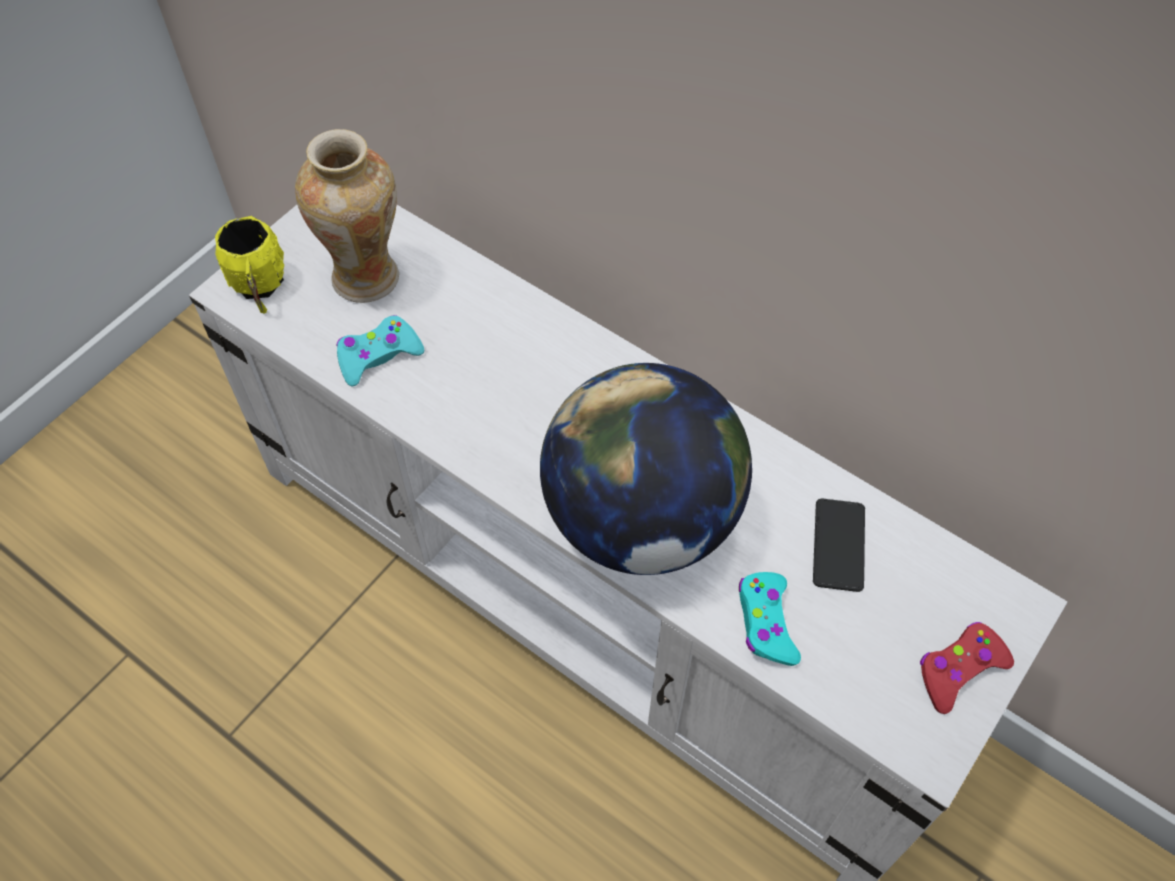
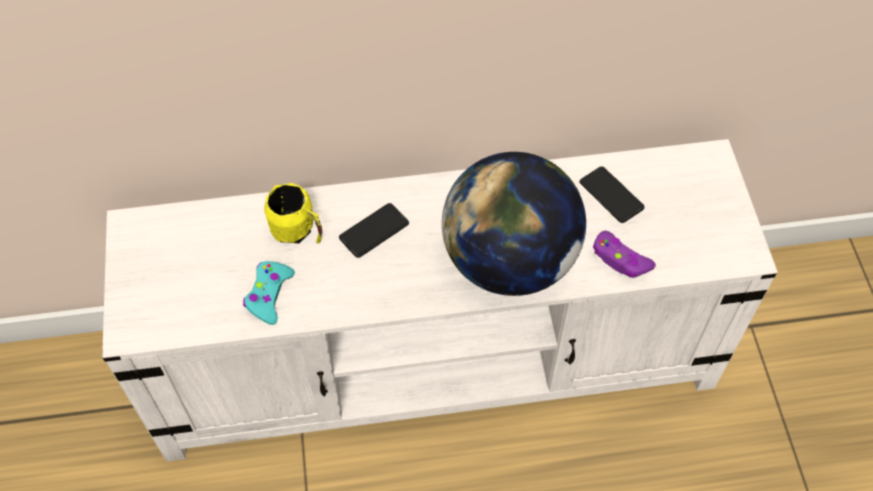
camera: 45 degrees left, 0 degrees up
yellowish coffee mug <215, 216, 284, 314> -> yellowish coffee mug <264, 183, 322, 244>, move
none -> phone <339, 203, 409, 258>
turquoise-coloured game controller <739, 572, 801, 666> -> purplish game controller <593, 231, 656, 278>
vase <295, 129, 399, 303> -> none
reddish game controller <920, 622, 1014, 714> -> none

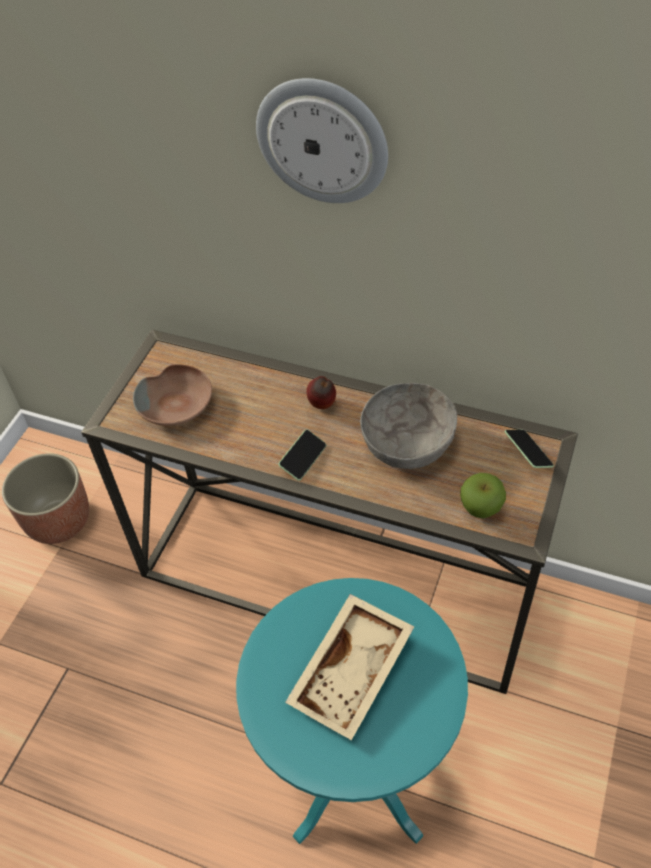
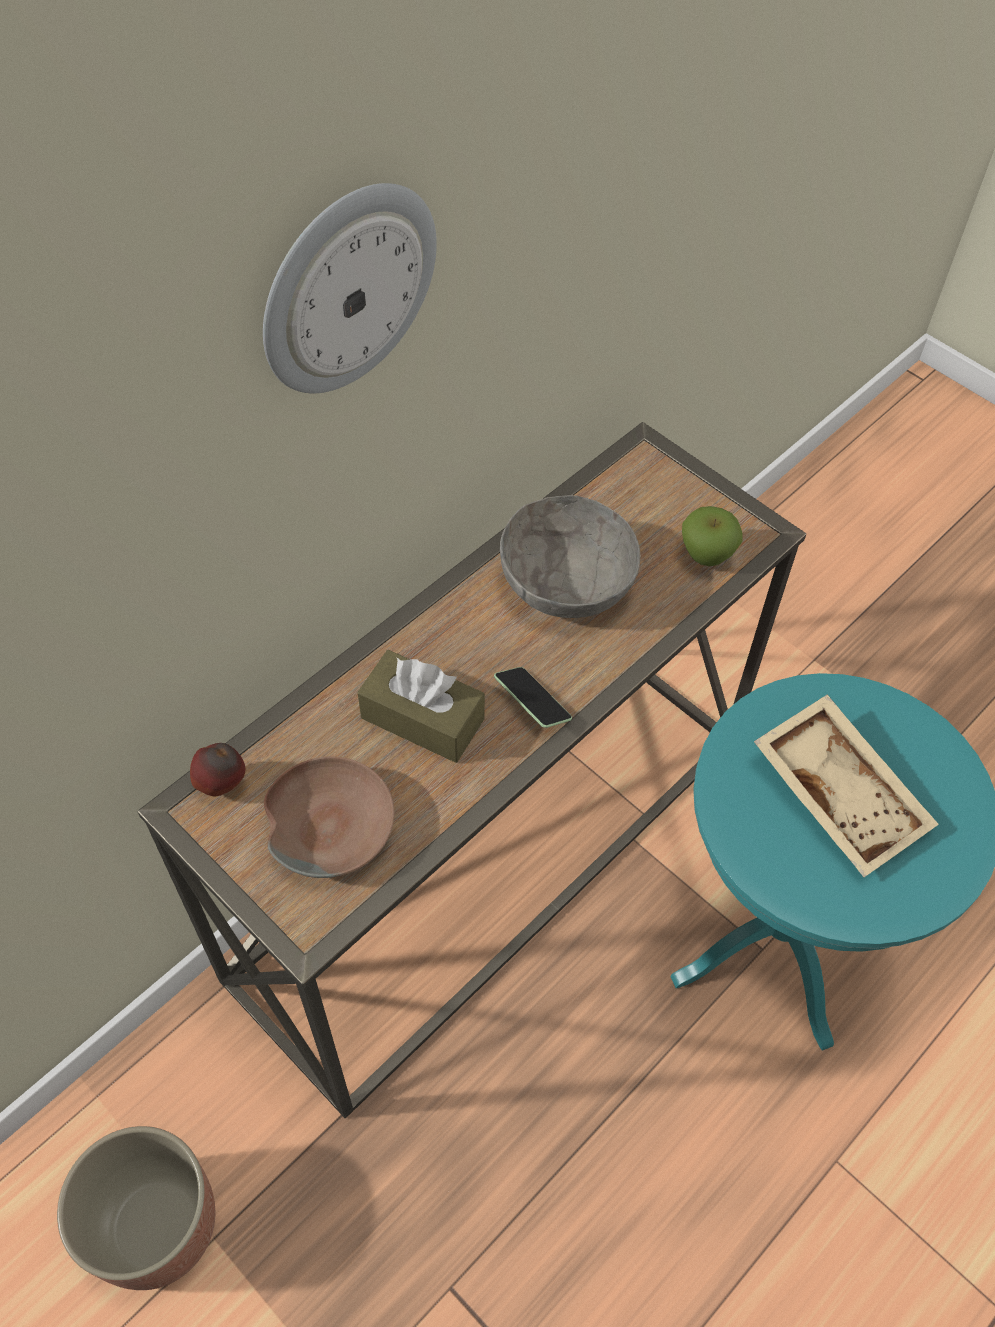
camera: 70 degrees left, 5 degrees up
apple <306, 376, 336, 409> -> apple <190, 743, 245, 796>, move
none -> brown-coloured tissue box <357, 650, 485, 763>
phone <504, 430, 554, 468> -> none

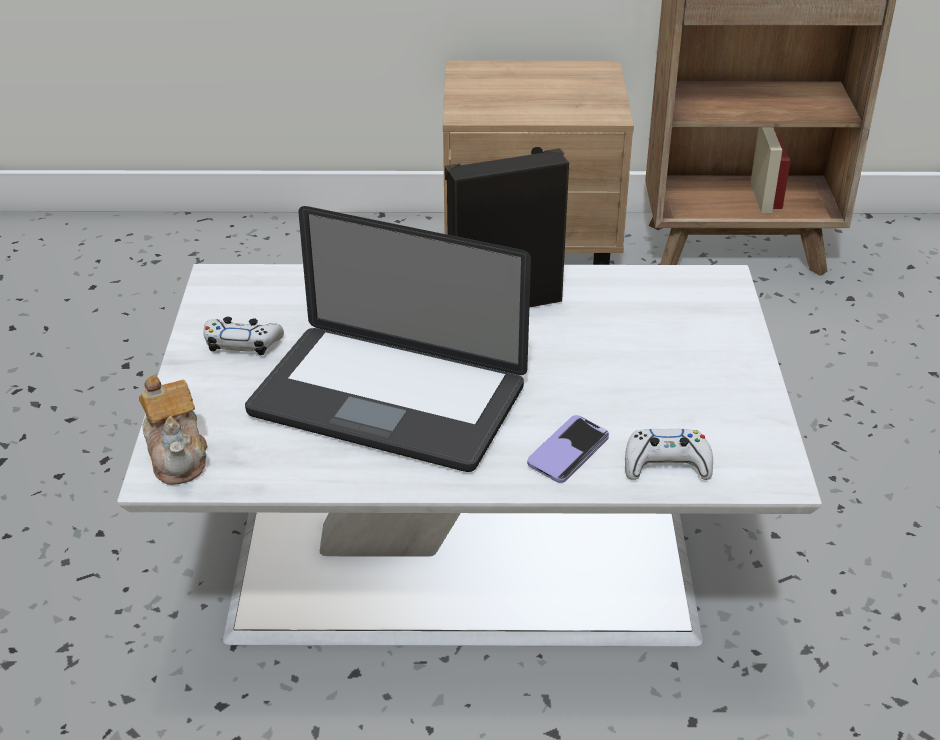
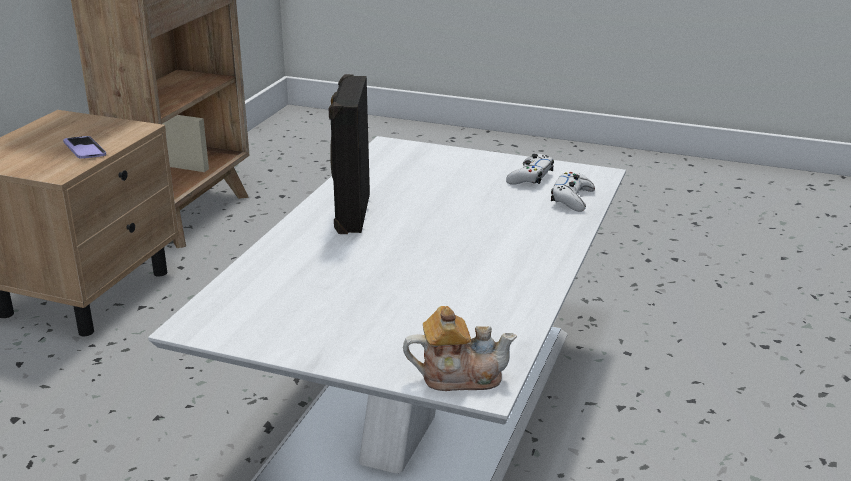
camera: 70 degrees left, 10 degrees down
phone <527, 415, 609, 483> -> phone <63, 136, 106, 159>, move
white game controller <204, 317, 284, 355> -> white game controller <506, 154, 554, 185>, move
notebook computer <245, 206, 531, 472> -> none

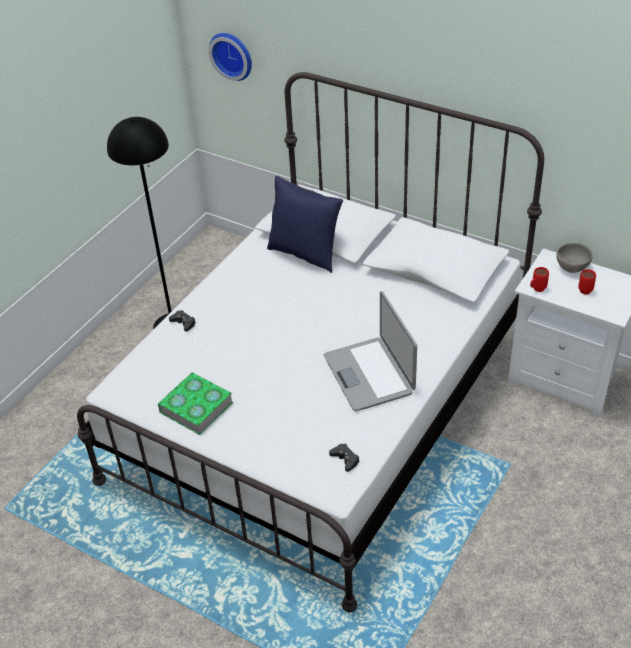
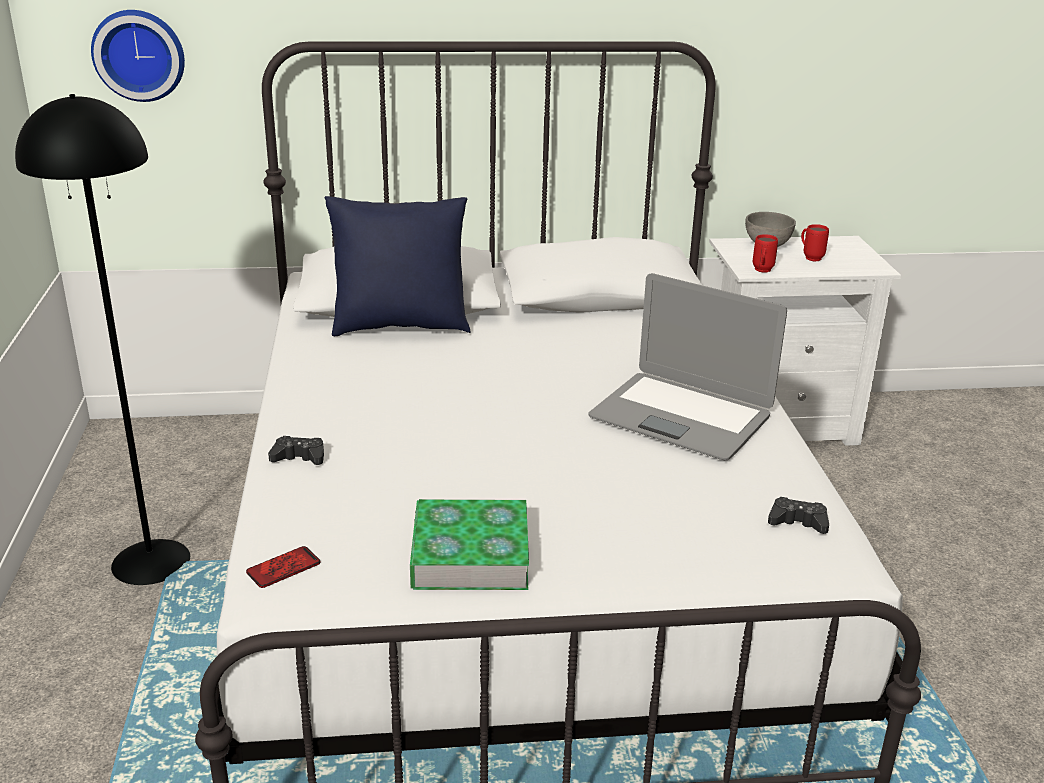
camera: 40 degrees left, 15 degrees down
none -> phone <246, 546, 320, 588>

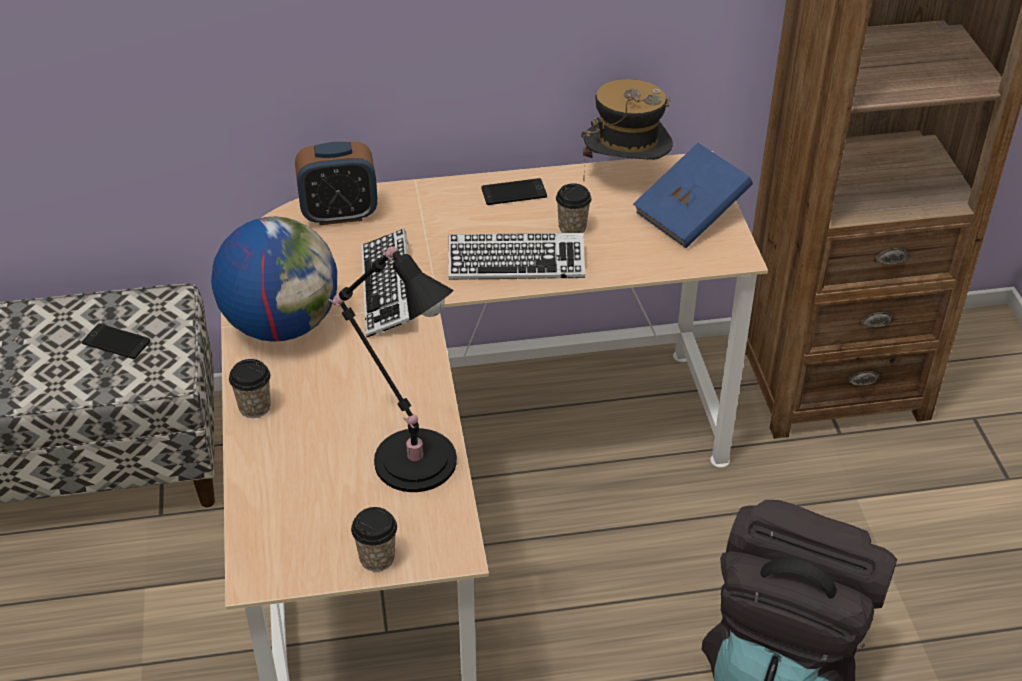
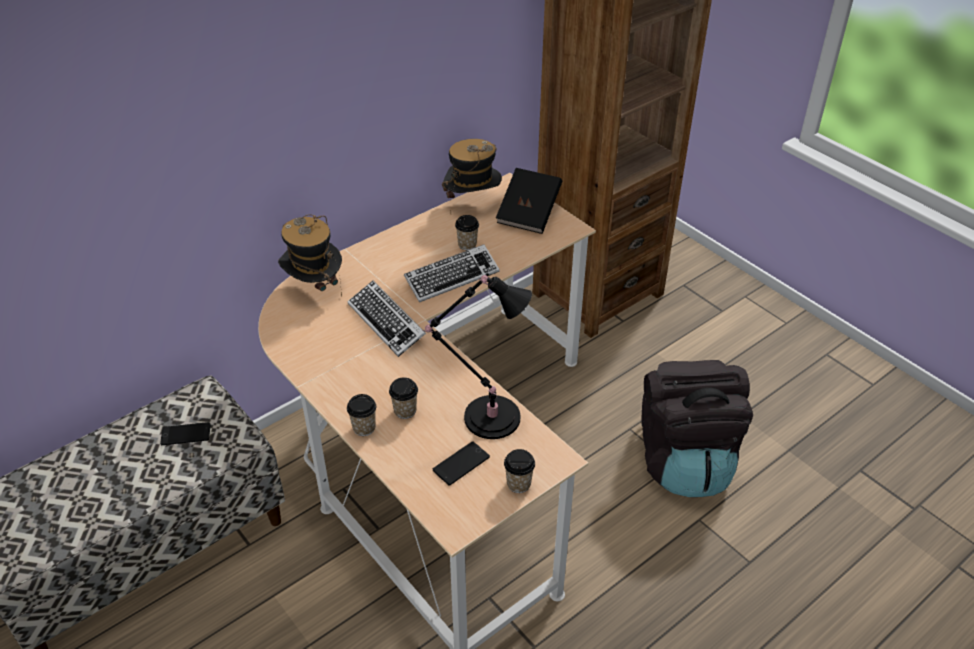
camera: 30 degrees left, 0 degrees up
bedside clock <295, 141, 378, 225> -> hat <278, 214, 342, 297>
none -> cup <389, 377, 418, 419>
phone <481, 178, 547, 205> -> phone <433, 441, 490, 486>, move
blue bound book <633, 143, 753, 248> -> blackish bound book <496, 168, 562, 234>
globe <211, 217, 337, 342> -> none

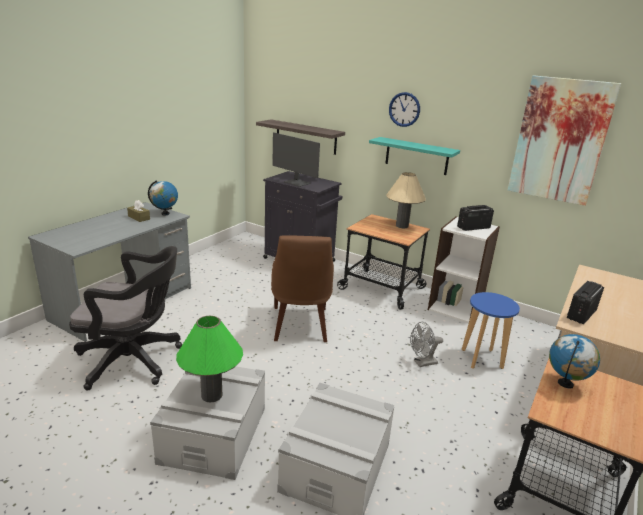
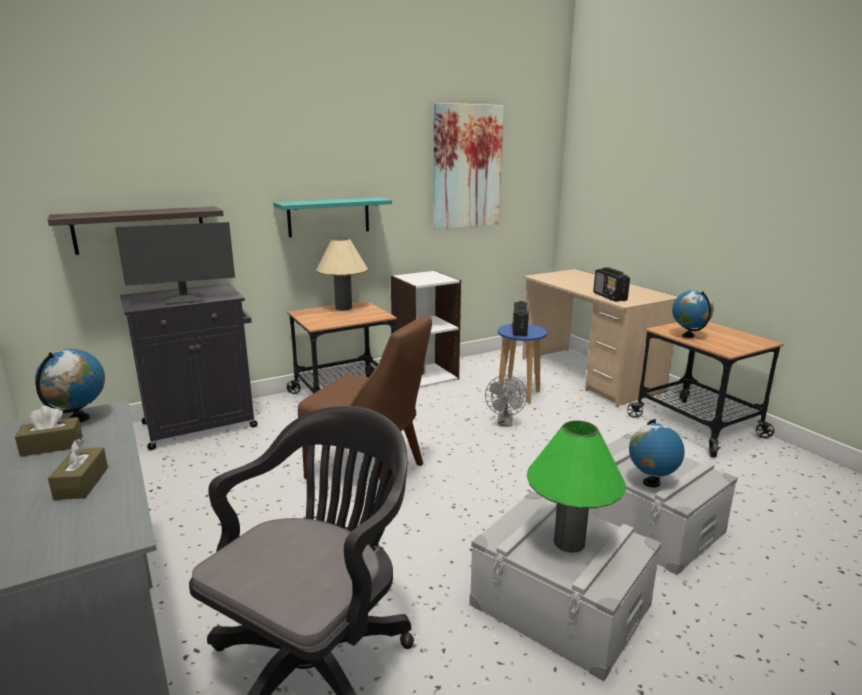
camera: 60 degrees left, 5 degrees down
none -> brown-coloured tissue box <48, 439, 108, 500>
radio <457, 205, 494, 231> -> radio <512, 301, 529, 336>, move
none -> globe <629, 419, 685, 487>
clock on the wall <389, 92, 420, 127> -> none

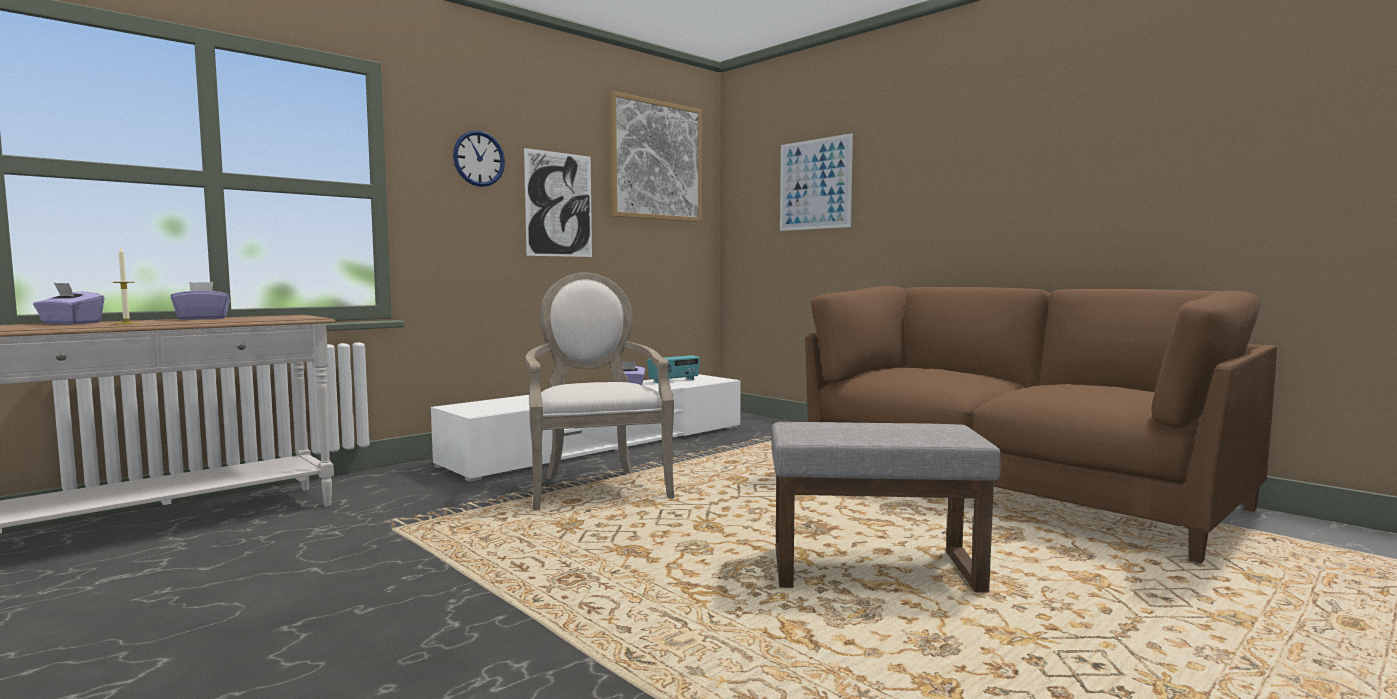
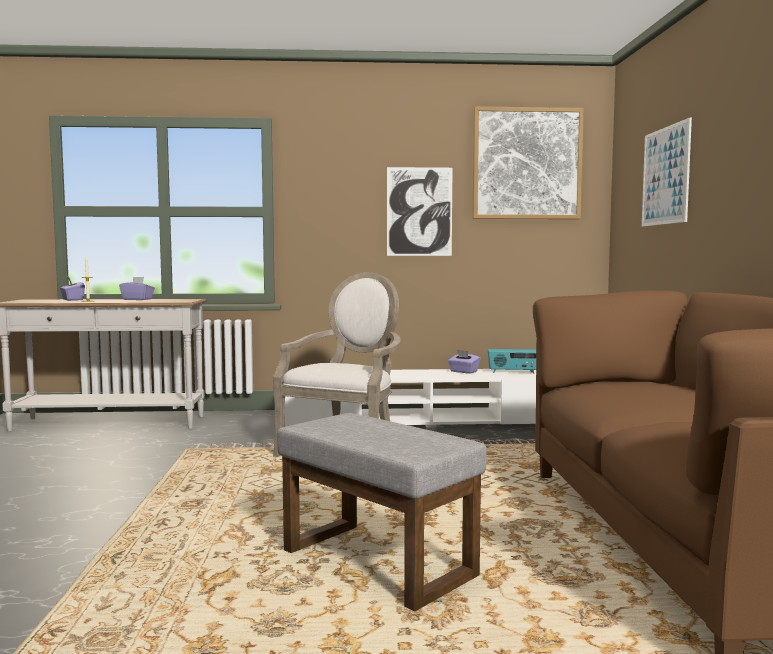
camera: 40 degrees right, 0 degrees up
clock on the wall <453, 130, 505, 187> -> none

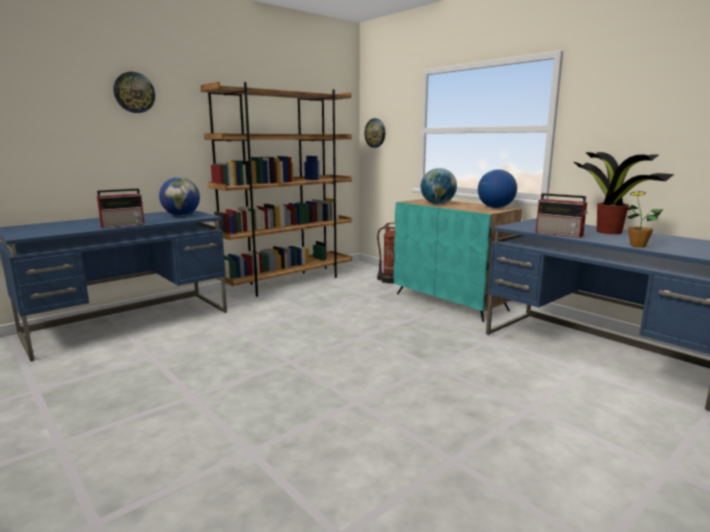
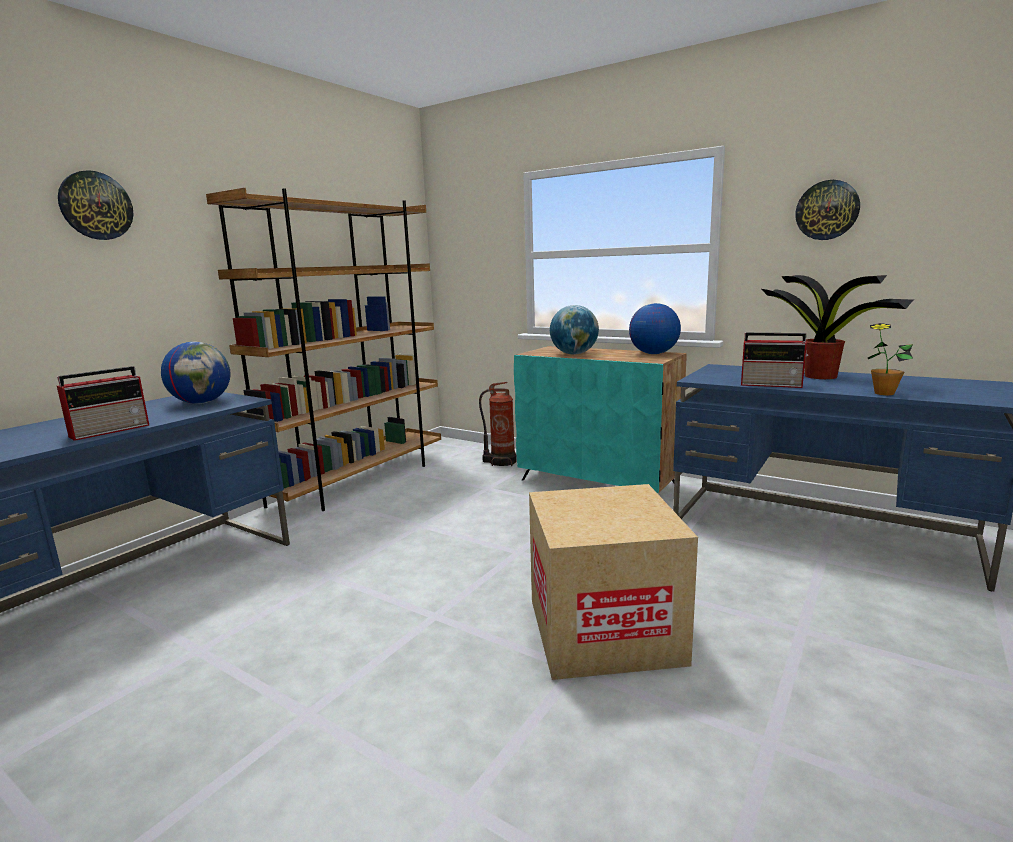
camera: 15 degrees left, 0 degrees up
none -> packing box <529, 484, 698, 680>
clock on the wall <364, 118, 385, 148> -> clock on the wall <795, 180, 860, 240>, move

